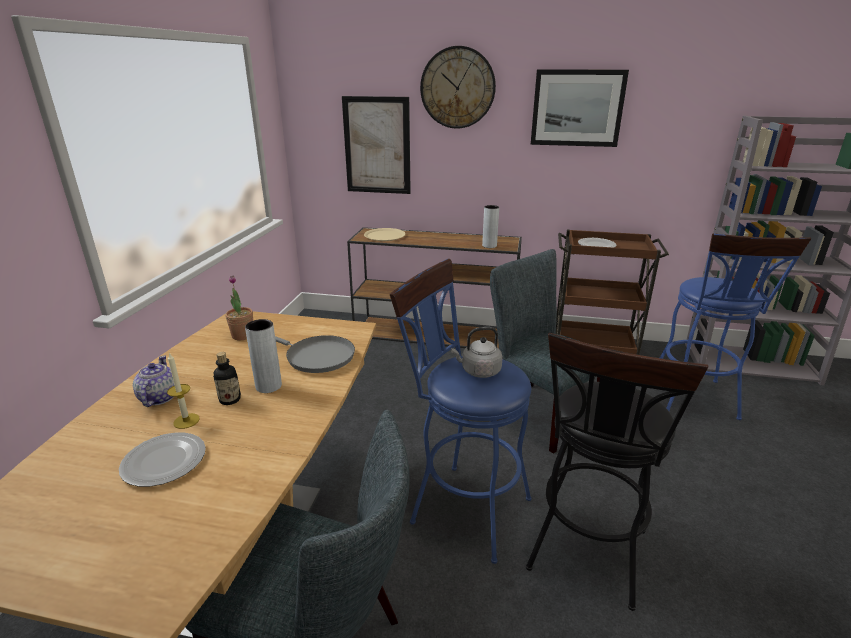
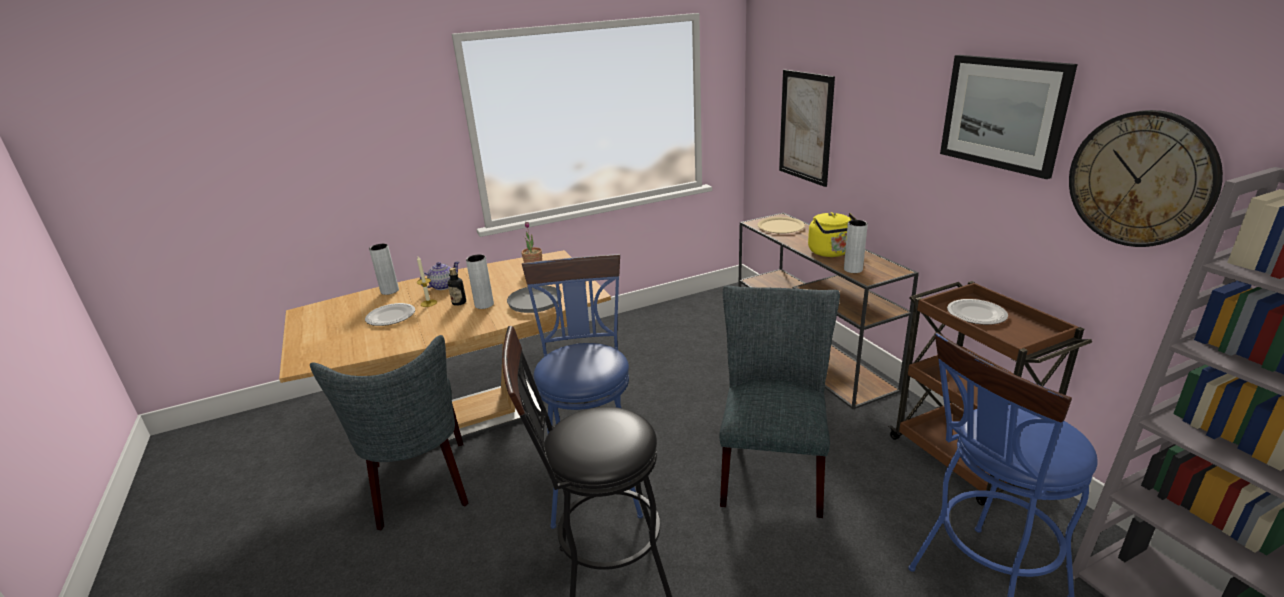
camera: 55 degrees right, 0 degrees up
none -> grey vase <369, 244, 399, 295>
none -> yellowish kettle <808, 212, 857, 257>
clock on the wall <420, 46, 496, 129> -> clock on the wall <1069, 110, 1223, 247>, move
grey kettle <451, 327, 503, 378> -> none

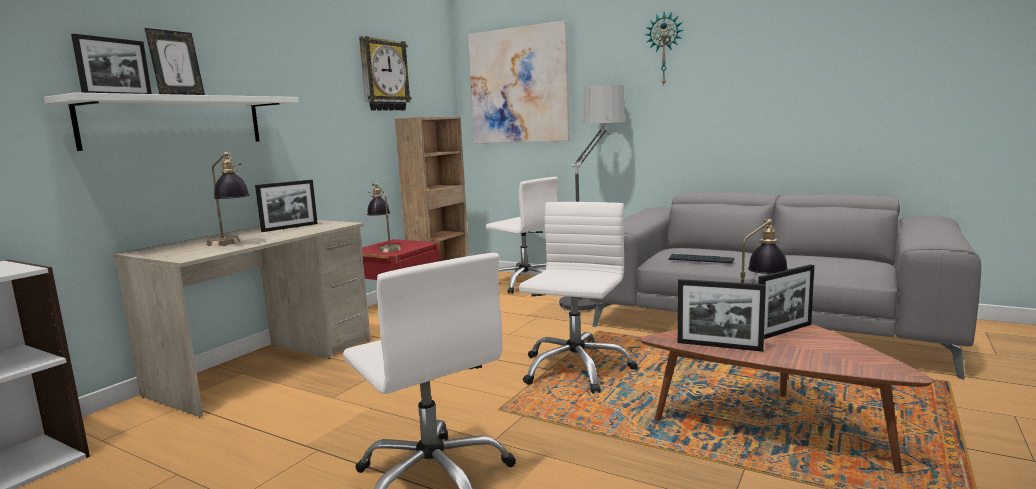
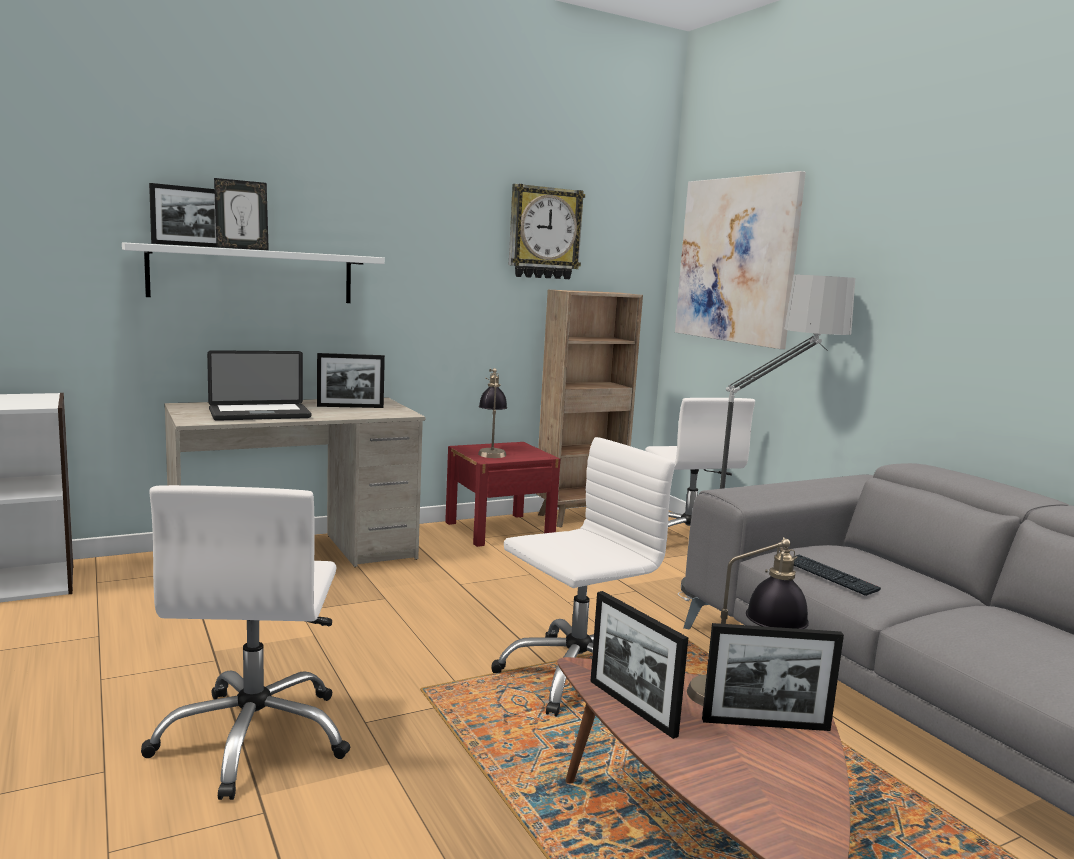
camera: 30 degrees right, 0 degrees up
lamp for a table <207, 152, 250, 246> -> notebook computer <207, 350, 311, 421>
clock on the wall <645, 12, 684, 86> -> none

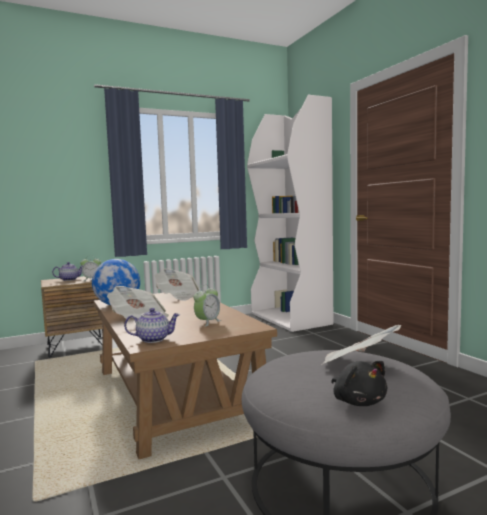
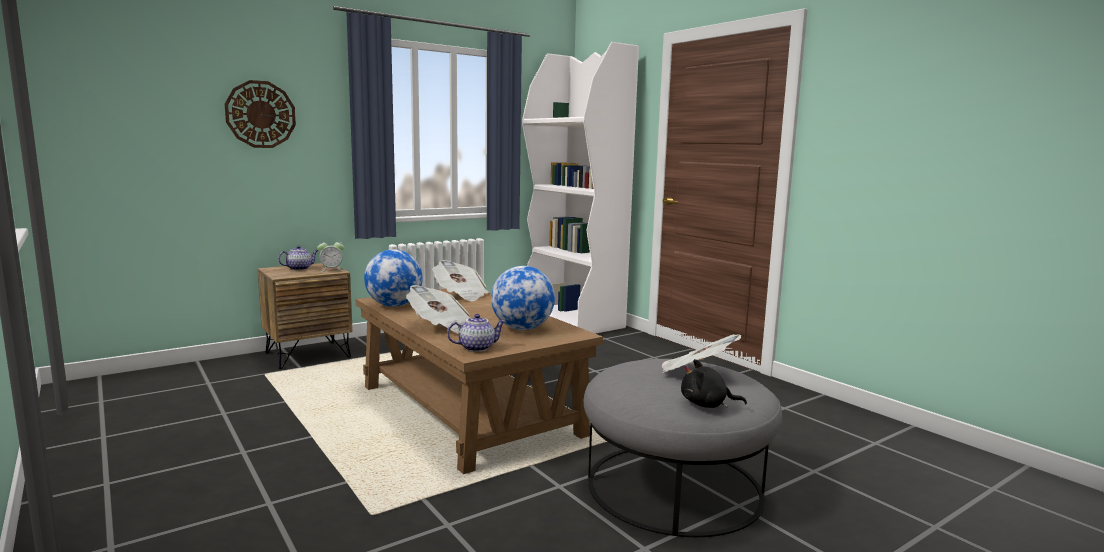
camera: 10 degrees left, 5 degrees up
none -> clock on the wall <225, 80, 296, 148>
bedside clock <194, 285, 221, 327> -> globe <491, 266, 555, 330>
blackish cuddly toy <331, 361, 387, 406> -> blackish cuddly toy <681, 359, 747, 408>, 135 degrees clockwise

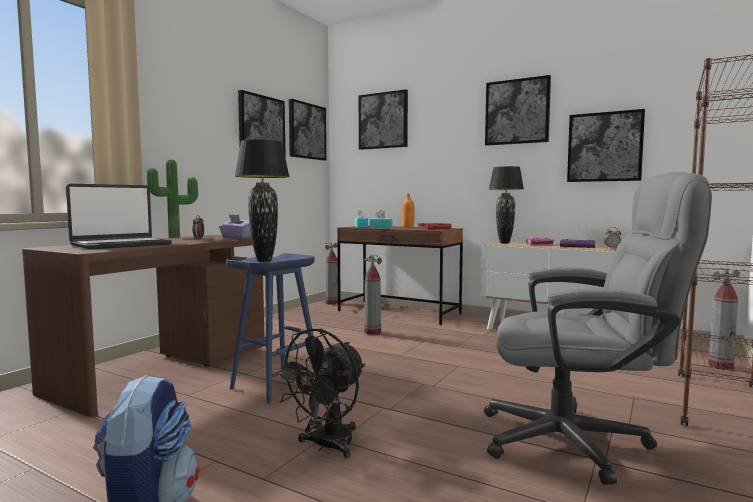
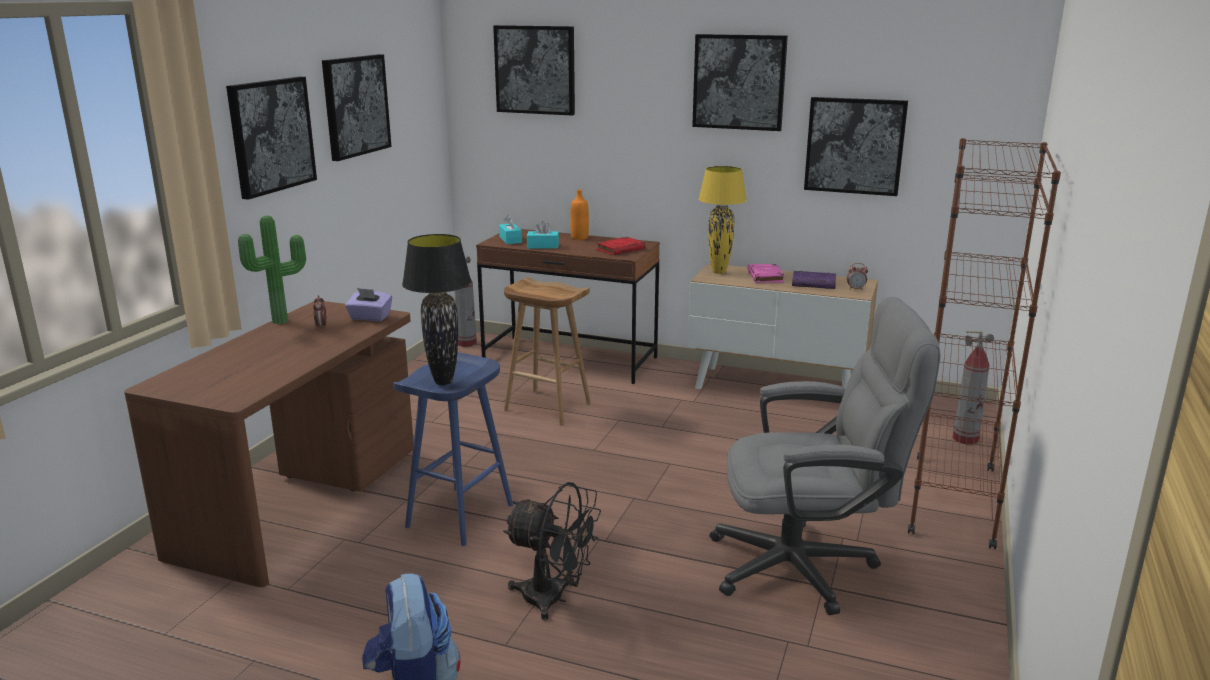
camera: 10 degrees left, 15 degrees up
picture <289, 99, 326, 161> -> picture <226, 77, 317, 200>, move
blackish electric fan <272, 328, 365, 458> -> blackish electric fan <503, 482, 601, 620>, 90 degrees counterclockwise
fire extinguisher <364, 255, 382, 335> -> brown-coloured sitting stool <504, 277, 591, 425>
blackish lamp for a table <489, 166, 524, 244> -> yellowish lamp for a table <699, 166, 747, 274>
notebook computer <66, 184, 172, 249> -> none

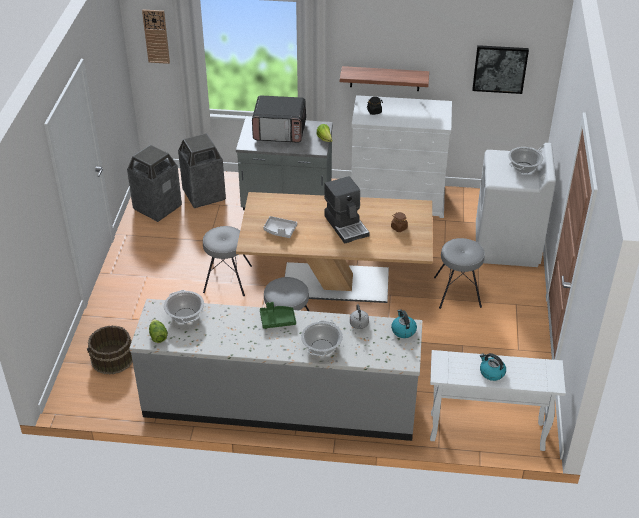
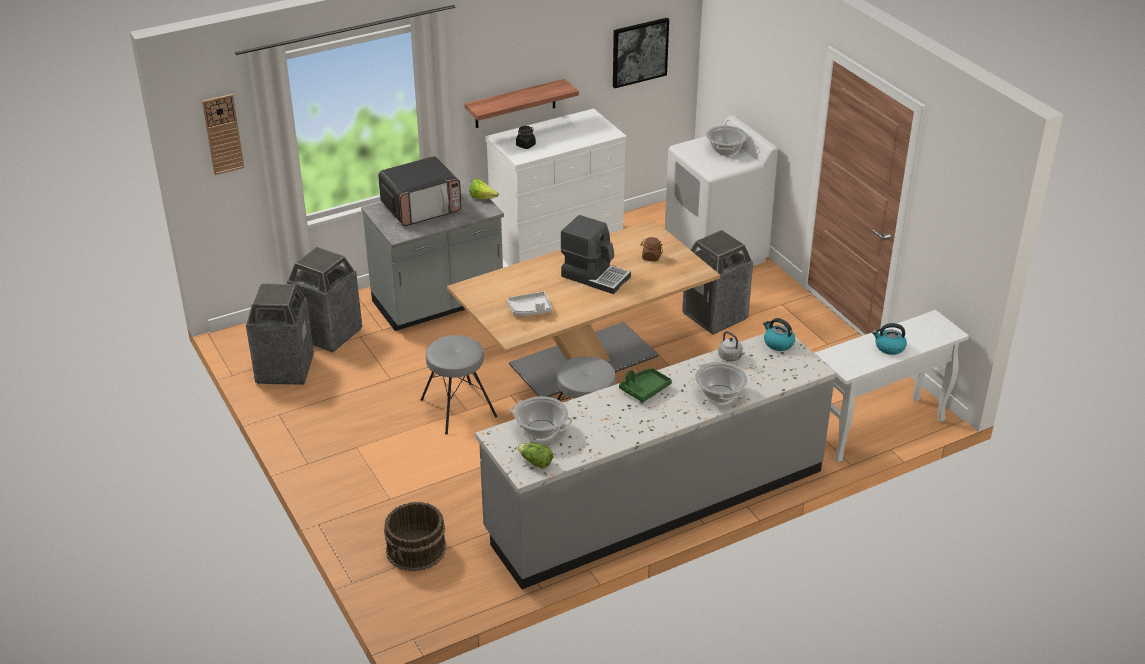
camera: 35 degrees left, 5 degrees down
grey sitting stool <434, 238, 485, 309> -> trash can <682, 230, 753, 335>

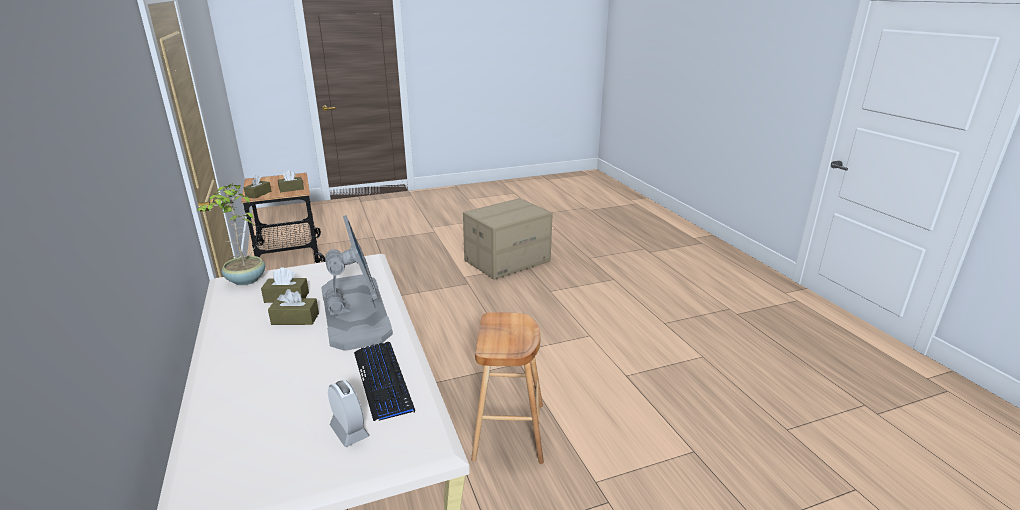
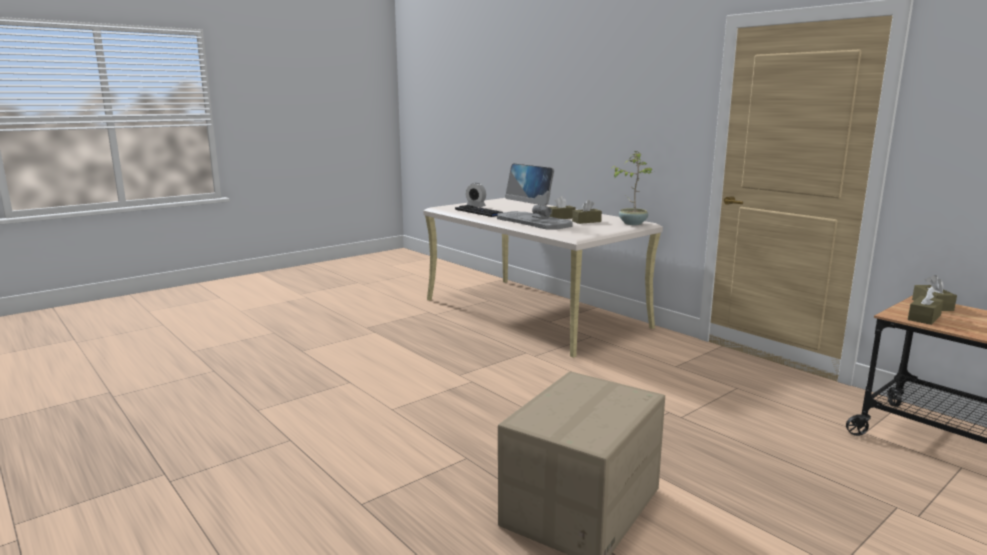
camera: 160 degrees right, 10 degrees down
brown-coloured sitting stool <471, 312, 544, 464> -> none

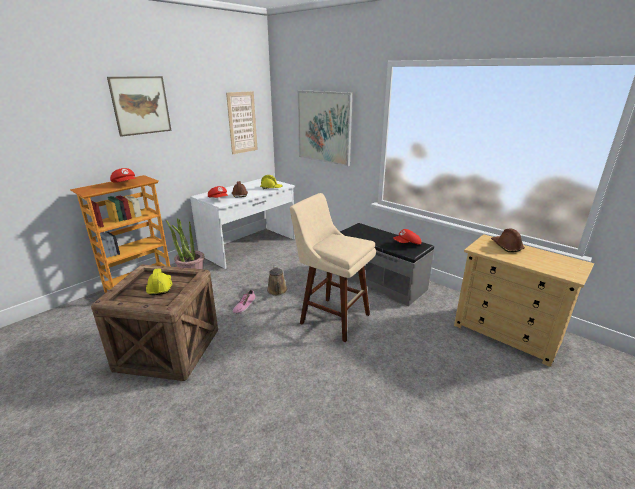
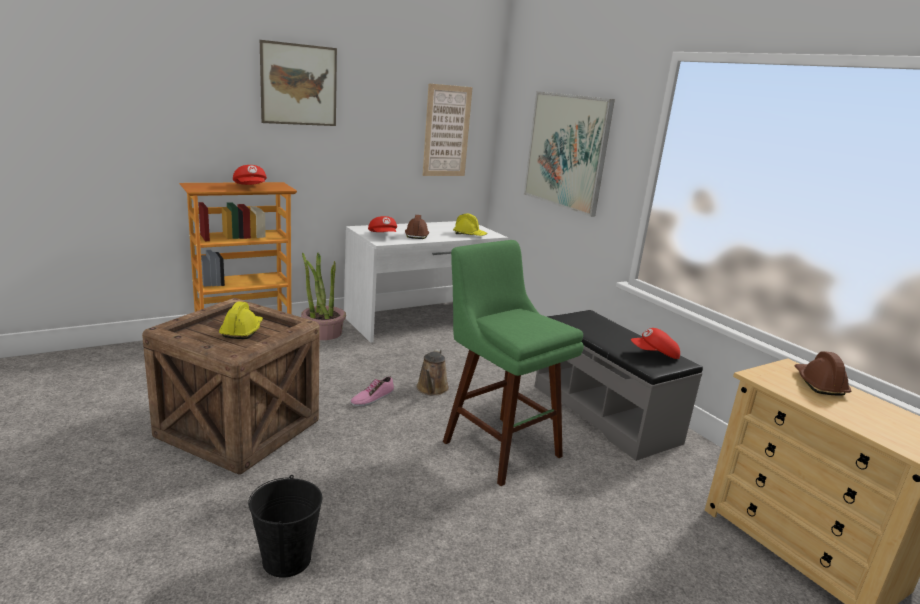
camera: 15 degrees right, 5 degrees down
none -> blackish pail <248, 475, 322, 578>
beige sitting stool <290, 193, 376, 342> -> green sitting stool <443, 240, 584, 486>

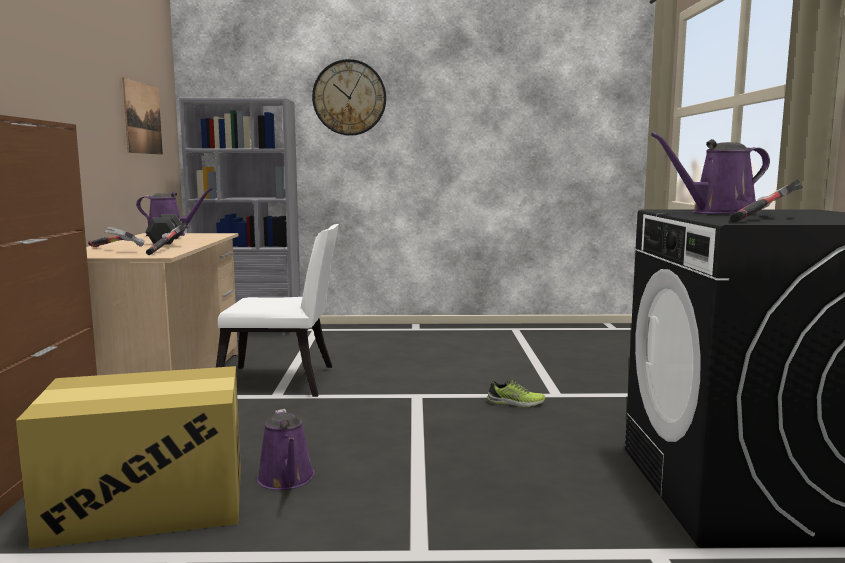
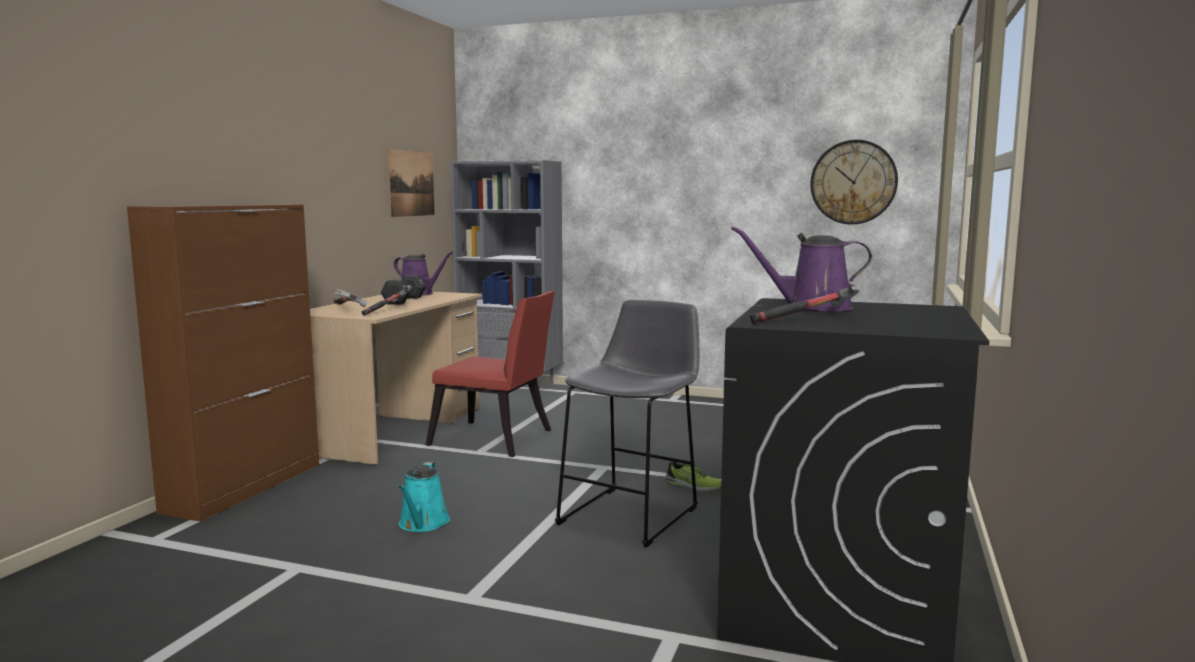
camera: 20 degrees right, 0 degrees up
purplish sprinkling can <257, 409, 315, 490> -> turquoise-coloured sprinkling can <398, 462, 450, 532>
white plain chair <216, 224, 339, 397> -> reddish plain chair <426, 291, 555, 457>
none -> grey sitting stool <555, 300, 699, 548>
clock on the wall <312, 59, 386, 136> -> clock on the wall <810, 140, 898, 225>, move
packing box <16, 366, 241, 549> -> none

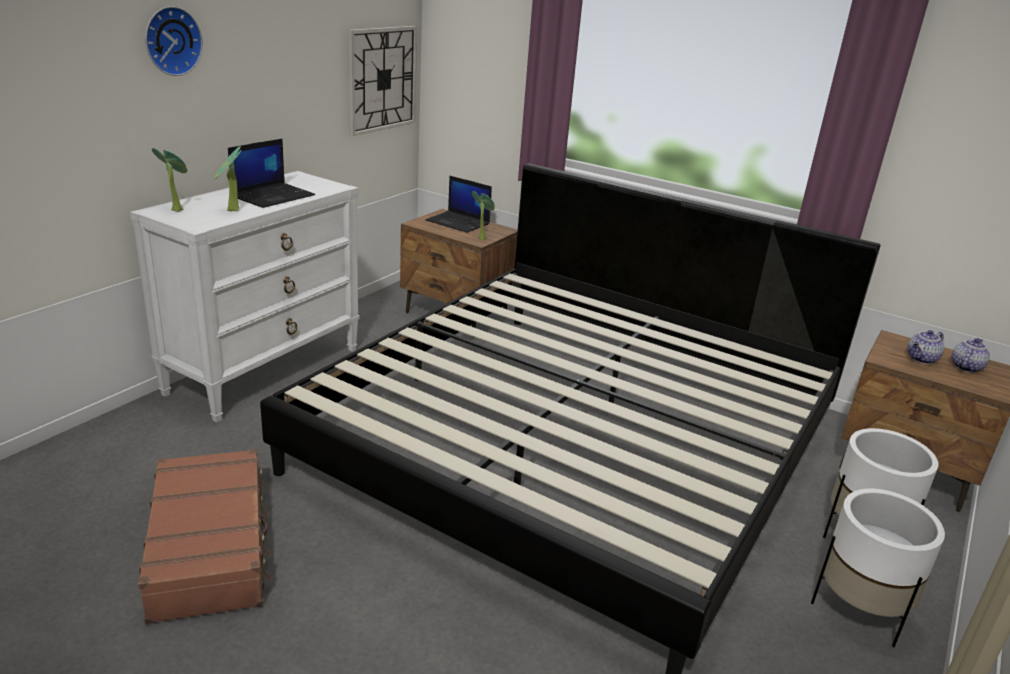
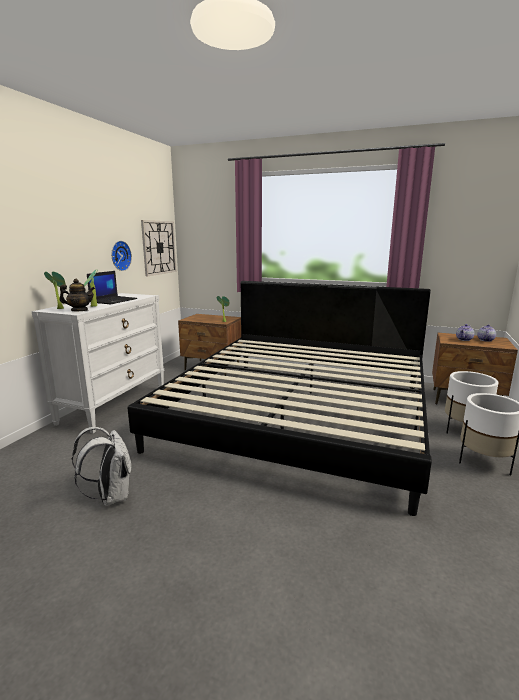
camera: 10 degrees left, 10 degrees down
none -> pot for tea <59, 279, 95, 311>
brown-coloured suitcase <138, 449, 272, 624> -> white backpack <72, 427, 131, 506>
clock on the wall <145, 6, 203, 76> -> clock on the wall <111, 241, 132, 271>, move
notebook computer <426, 176, 492, 233> -> none

